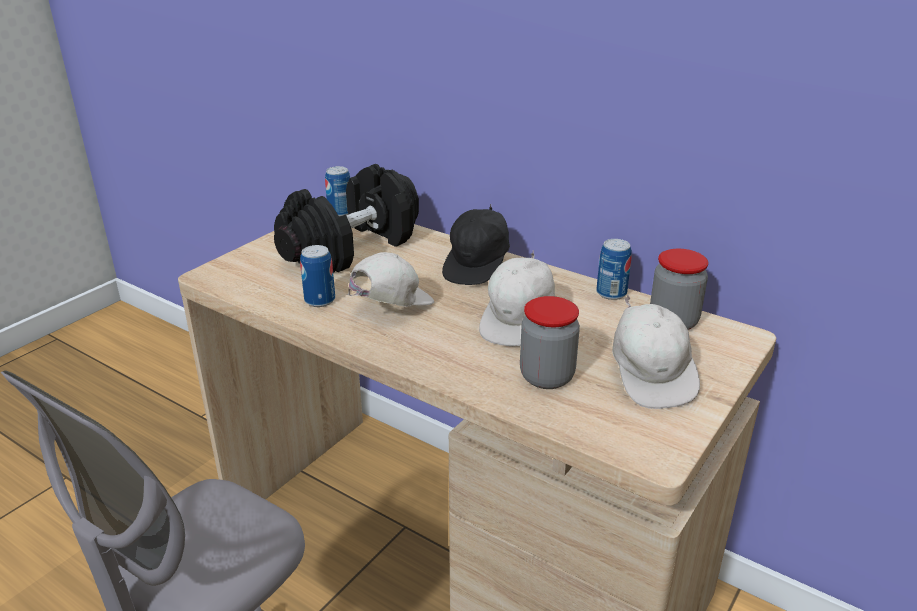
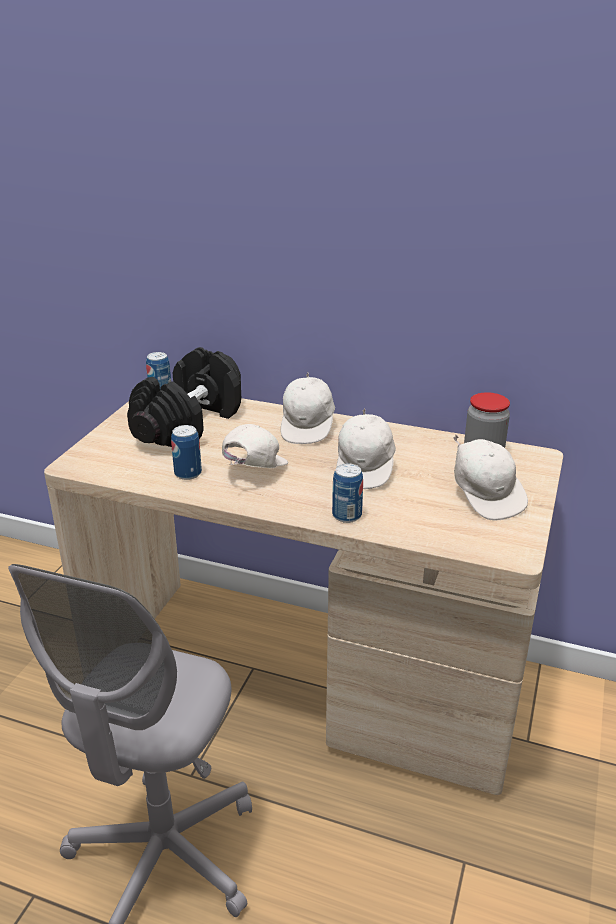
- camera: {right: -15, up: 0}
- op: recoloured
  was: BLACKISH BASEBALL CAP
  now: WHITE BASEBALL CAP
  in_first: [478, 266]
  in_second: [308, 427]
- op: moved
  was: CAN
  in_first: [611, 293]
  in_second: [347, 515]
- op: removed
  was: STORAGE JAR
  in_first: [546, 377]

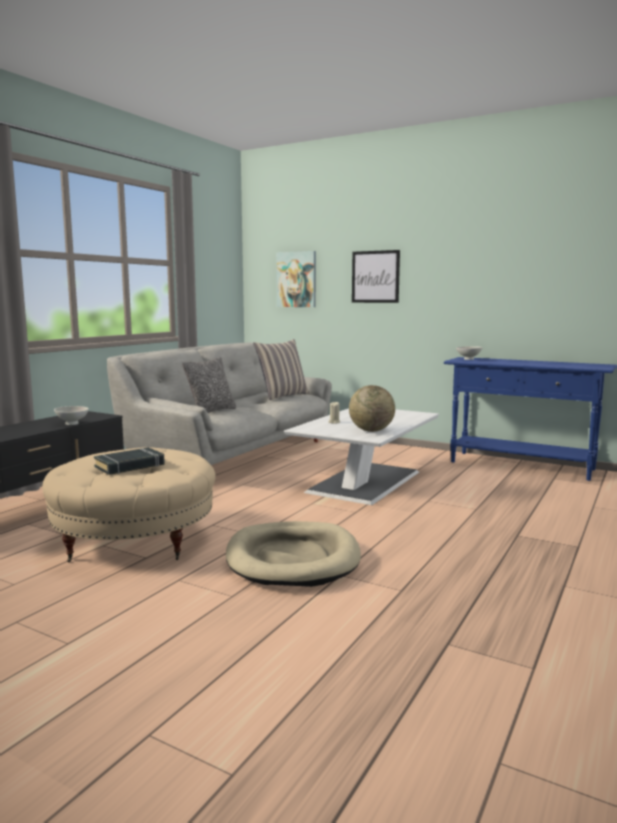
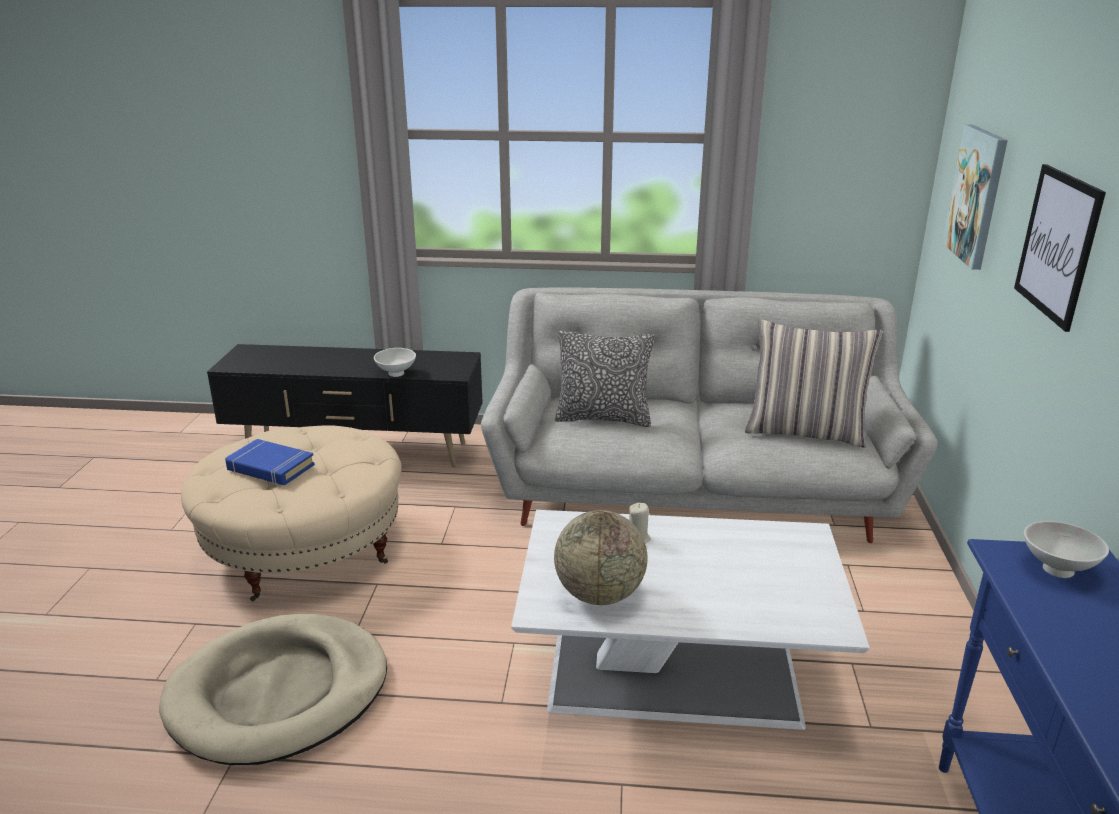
- camera: {right: 65, up: 15}
- op: recoloured
  was: BLACKISH BOOK
  now: BLUE-COLOURED BOOK
  in_first: [130, 466]
  in_second: [270, 468]

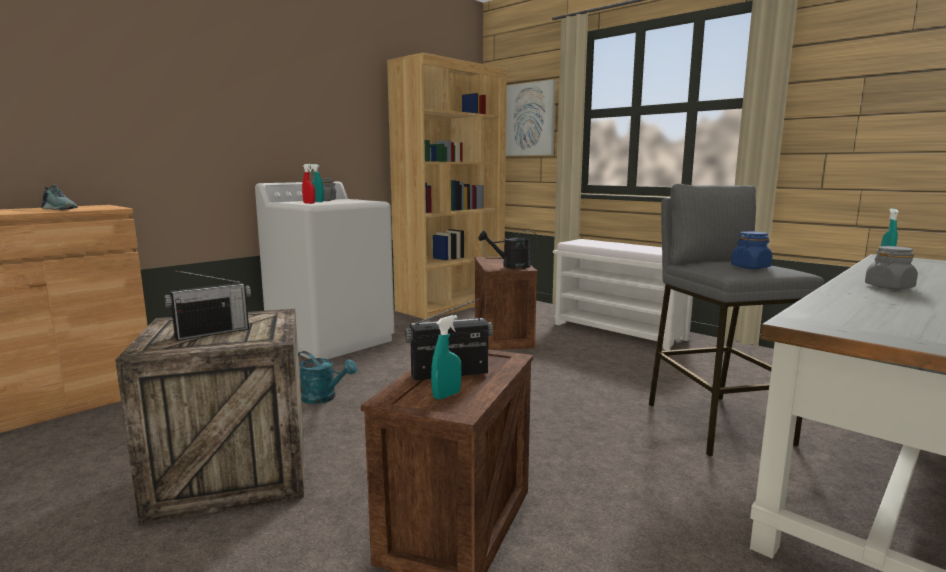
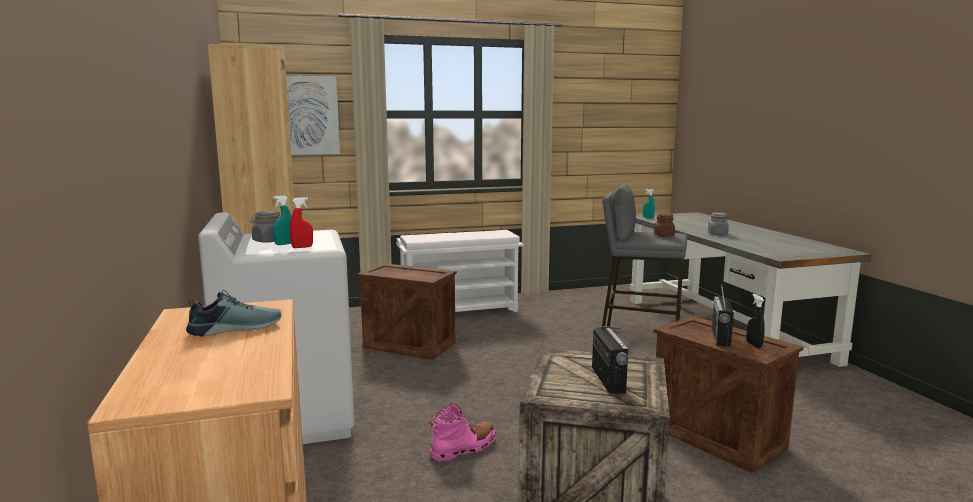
- camera: {right: -60, up: 0}
- op: replaced
  was: TURQUOISE WATERING CAN
  now: PINK TALL BOOT
  in_first: [324, 398]
  in_second: [464, 448]
- op: recoloured
  was: BLUE-COLOURED STORAGE JAR
  now: BROWN-COLOURED STORAGE JAR
  in_first: [750, 267]
  in_second: [663, 235]
- op: recoloured
  was: TURQUOISE SPRAY BOTTLE
  now: BLACKISH SPRAY BOTTLE
  in_first: [446, 395]
  in_second: [754, 345]
- op: removed
  was: BLACKISH WATERING CAN
  in_first: [511, 266]

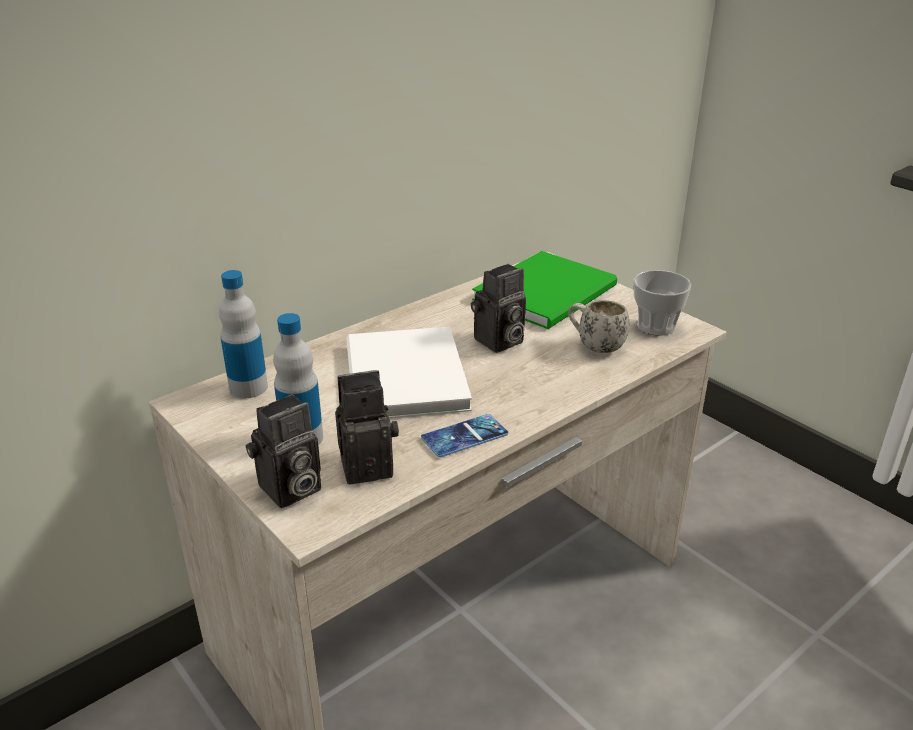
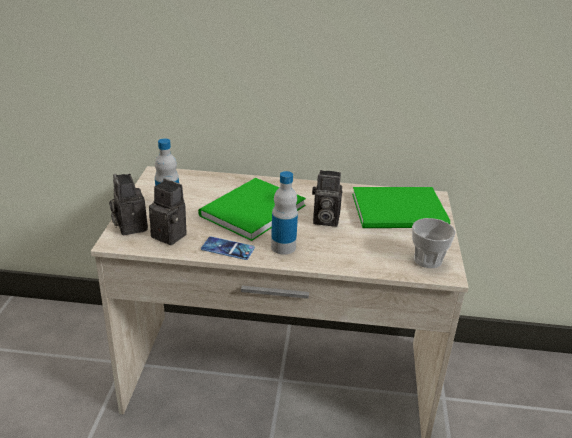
- camera: {right: 45, up: 0}
- op: turned
  was: STILL CAMERA
  in_first: [289, 491]
  in_second: [129, 226]
  clockwise: 60
- op: recoloured
  was: WHITE BOOK
  now: GREENISH BOOK
  in_first: [402, 379]
  in_second: [249, 211]
- op: moved
  was: BOTTLE
  in_first: [248, 387]
  in_second: [283, 247]
- op: removed
  was: WHITE MUG
  in_first: [594, 346]

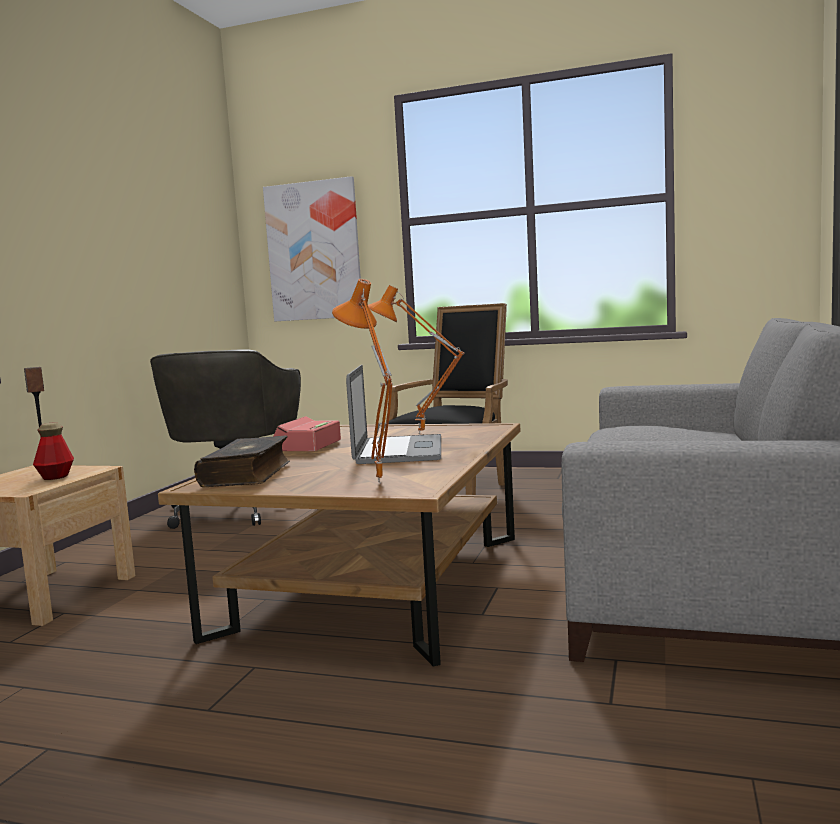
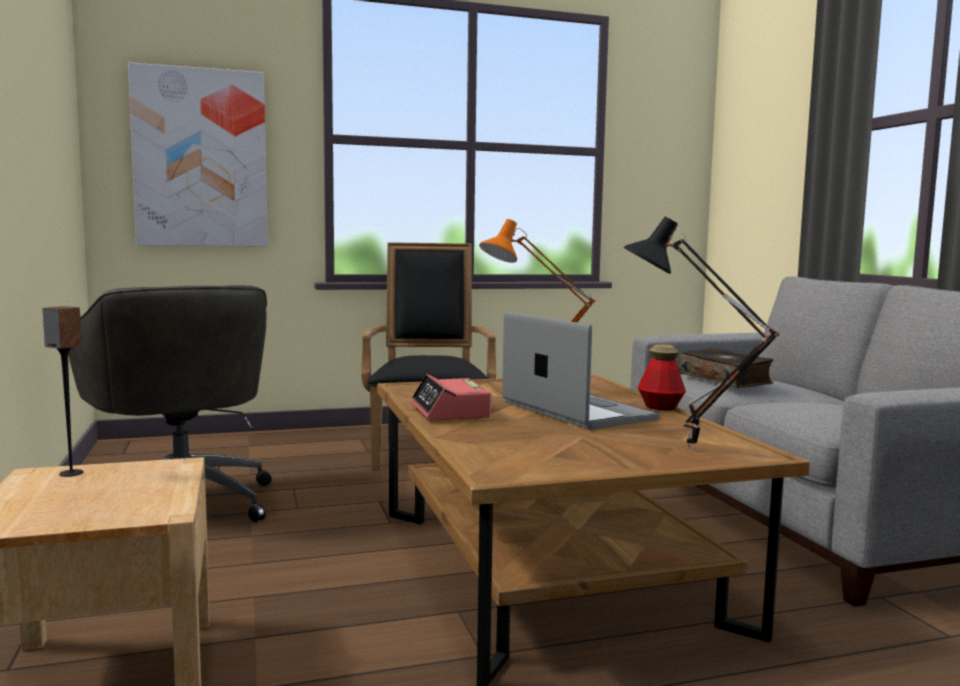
- camera: {right: -35, up: 0}
- op: recoloured
  was: ORANGEY TABLETOP LAMP
  now: BLACKISH TABLETOP LAMP
  in_first: [375, 483]
  in_second: [688, 450]
- op: moved
  was: BOTTLE
  in_first: [55, 477]
  in_second: [660, 407]
- op: moved
  was: BOOK
  in_first: [248, 474]
  in_second: [725, 379]

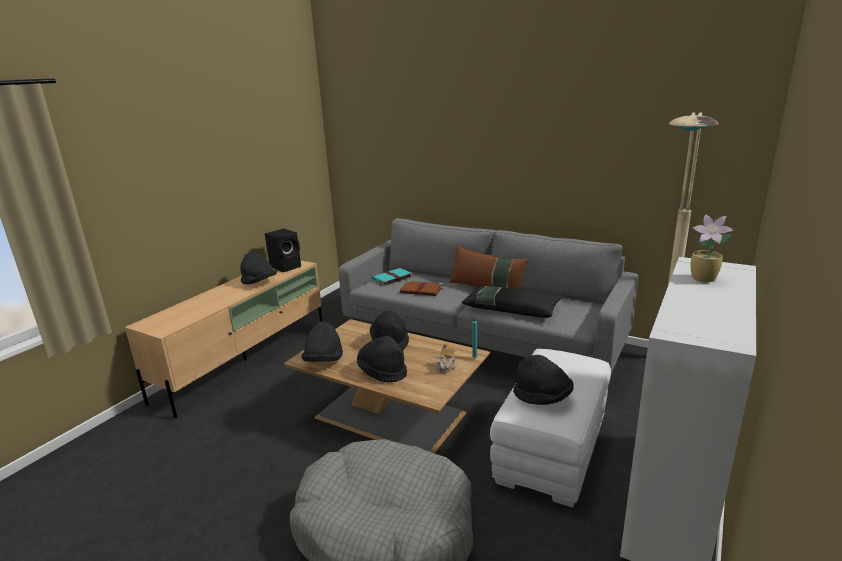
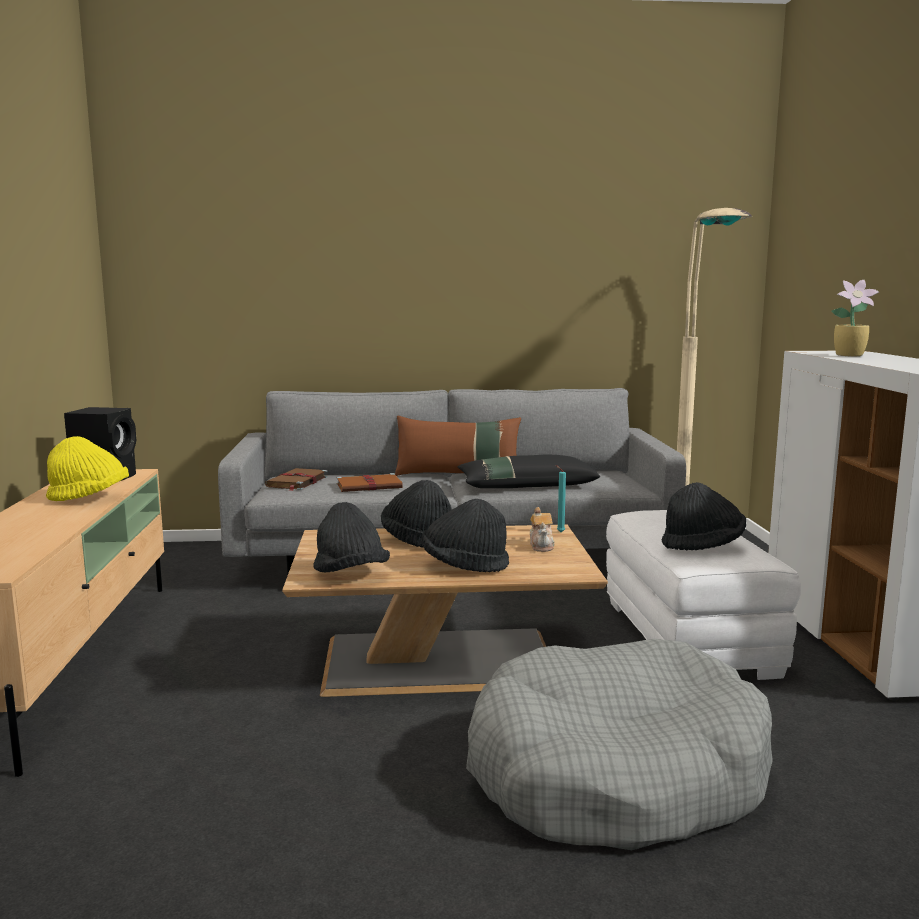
- camera: {right: -35, up: -10}
- op: recoloured
  was: BLACKISH WEARABLE HAT
  now: YELLOW WEARABLE HAT
  in_first: [259, 283]
  in_second: [89, 498]
- op: recoloured
  was: TURQUOISE BOOK
  now: BROWN-COLOURED BOOK
  in_first: [391, 278]
  in_second: [296, 482]

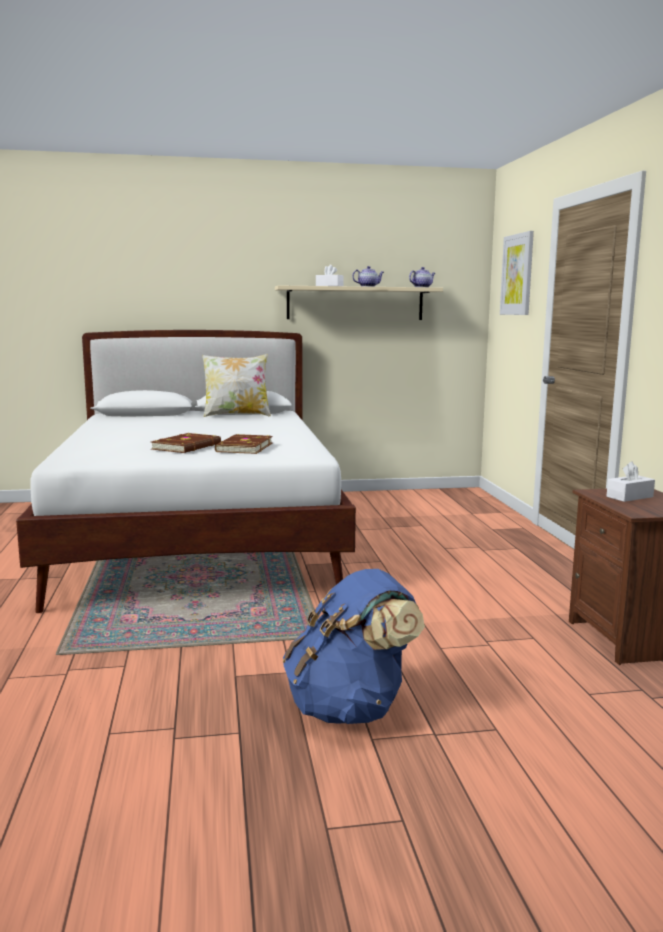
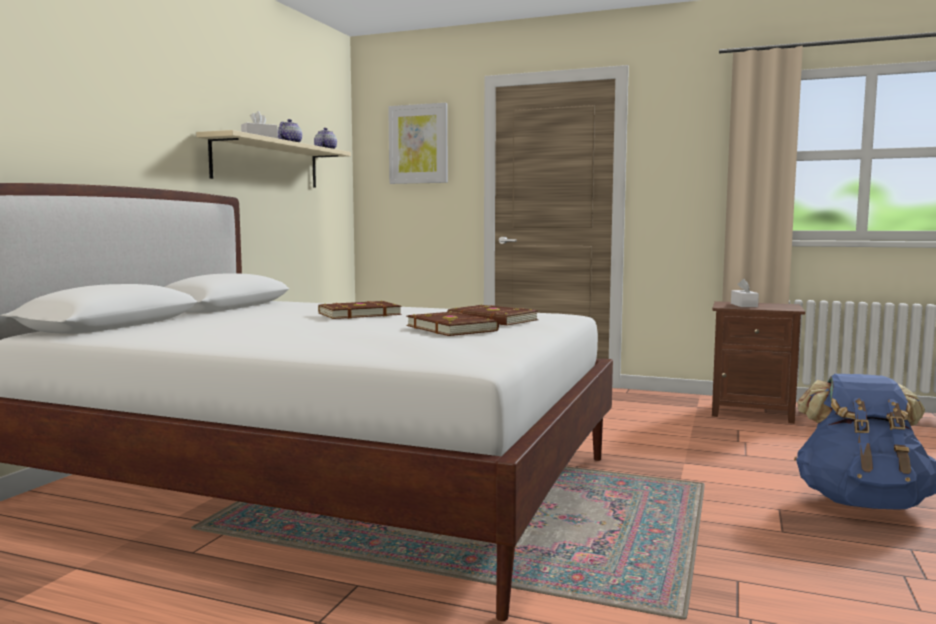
- camera: {right: -60, up: -5}
- op: added
  now: BROWN-COLOURED BOOK
  in_second: [358, 314]
- op: removed
  was: THROW PILLOW
  in_first: [236, 415]

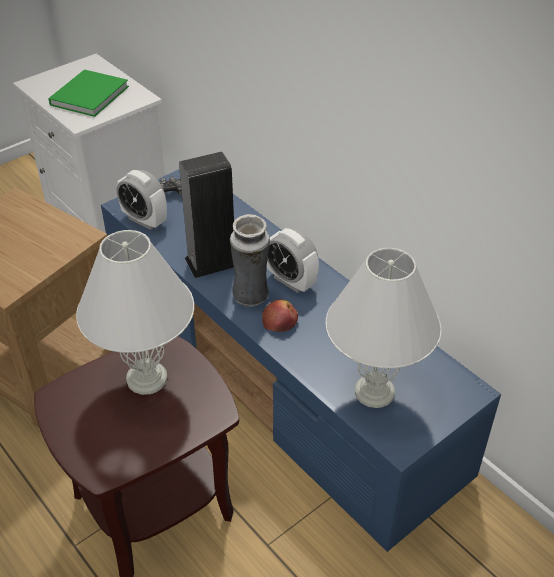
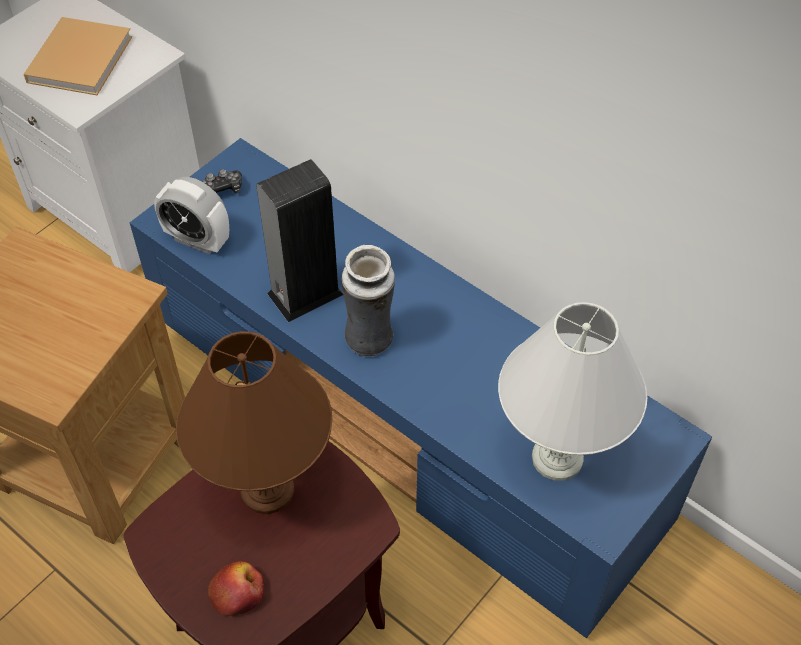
- camera: {right: -10, up: 10}
- op: recoloured
  was: GREENISH BOOK
  now: BEIGE-COLOURED BOOK
  in_first: [91, 94]
  in_second: [81, 57]
- op: recoloured
  was: WHITE TABLETOP LAMP
  now: BROWN-COLOURED TABLETOP LAMP
  in_first: [146, 378]
  in_second: [266, 490]
- op: moved
  was: APPLE FRUIT
  in_first: [280, 321]
  in_second: [238, 593]
- op: removed
  was: TABLE CLOCK
  in_first: [291, 281]

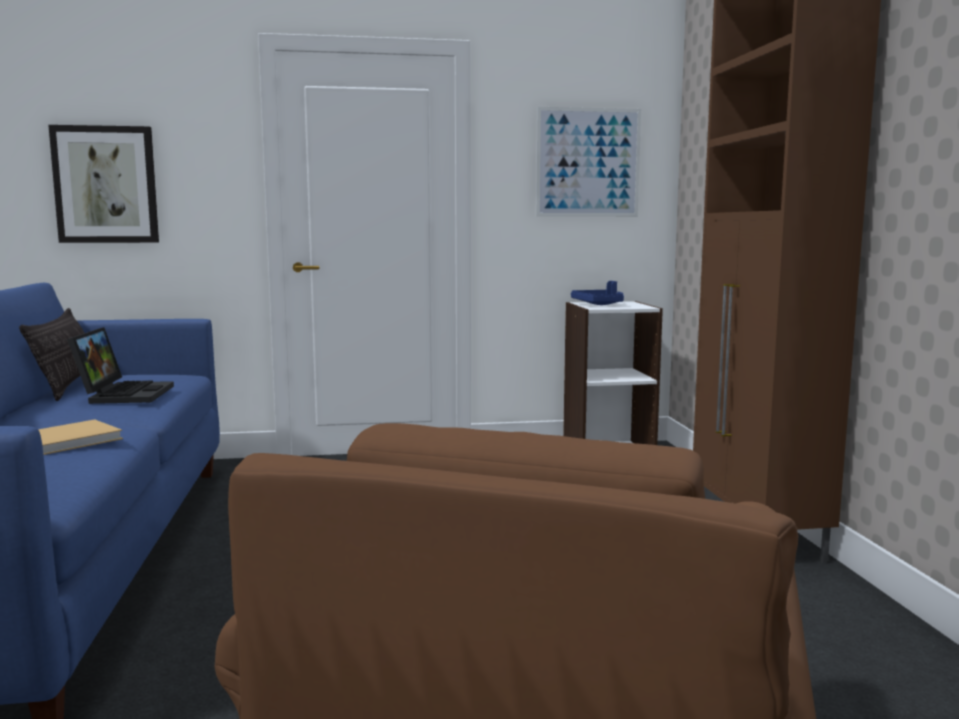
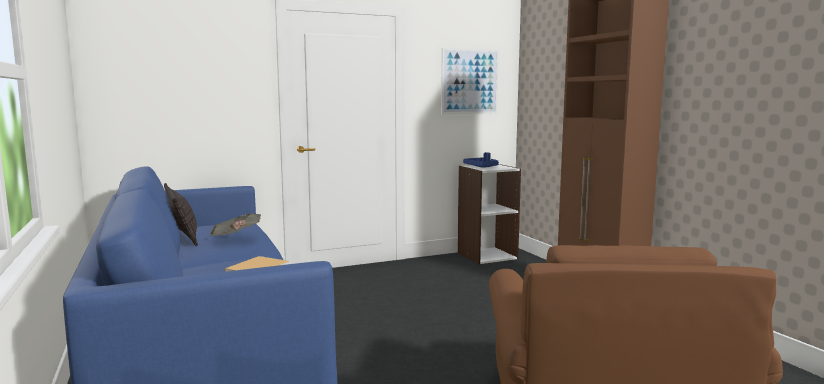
- camera: {right: -15, up: 0}
- op: replaced
  was: PORTABLE COMPUTER
  now: DAILY PAPER
  in_first: [124, 394]
  in_second: [236, 239]
- op: removed
  was: PICTURE
  in_first: [106, 185]

